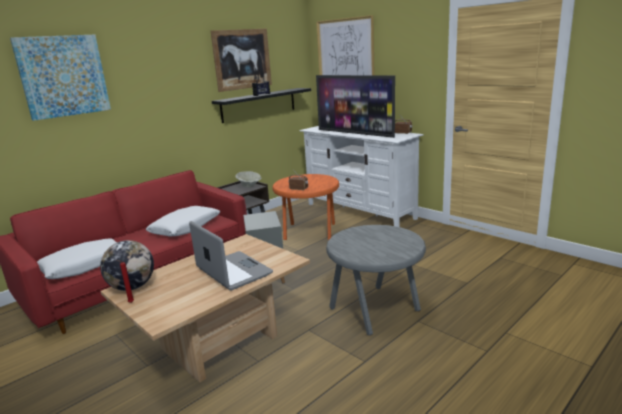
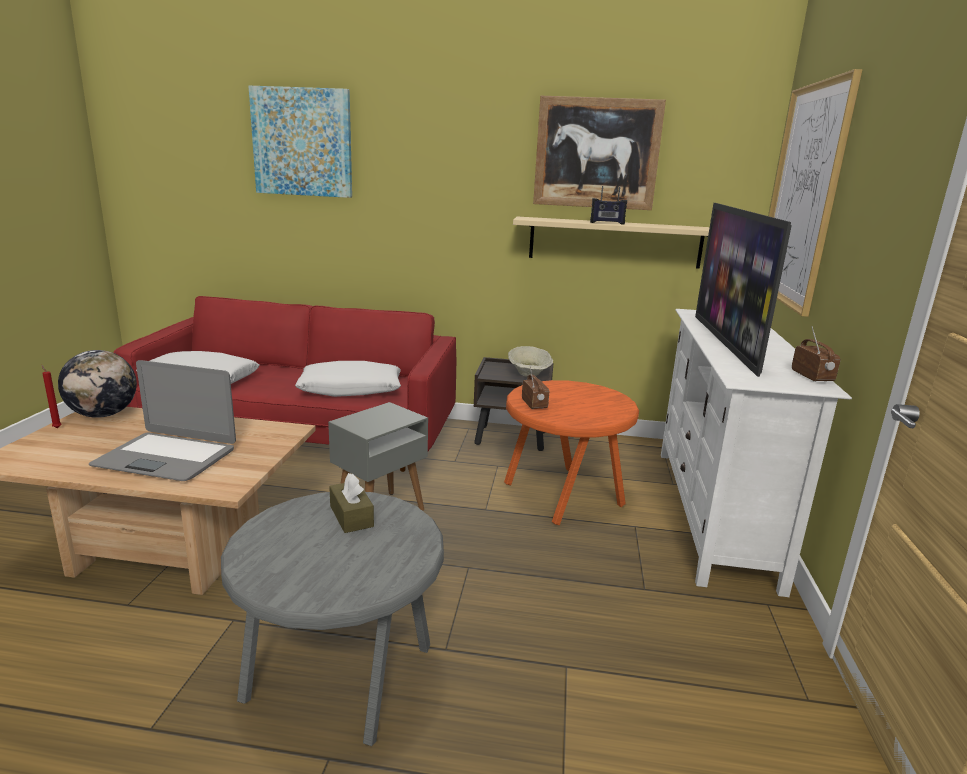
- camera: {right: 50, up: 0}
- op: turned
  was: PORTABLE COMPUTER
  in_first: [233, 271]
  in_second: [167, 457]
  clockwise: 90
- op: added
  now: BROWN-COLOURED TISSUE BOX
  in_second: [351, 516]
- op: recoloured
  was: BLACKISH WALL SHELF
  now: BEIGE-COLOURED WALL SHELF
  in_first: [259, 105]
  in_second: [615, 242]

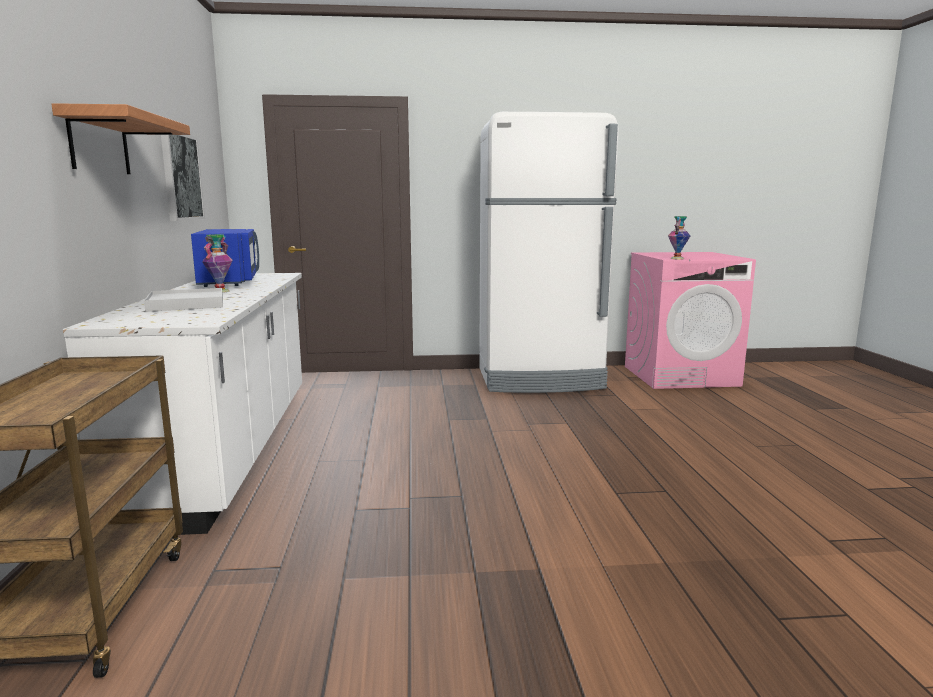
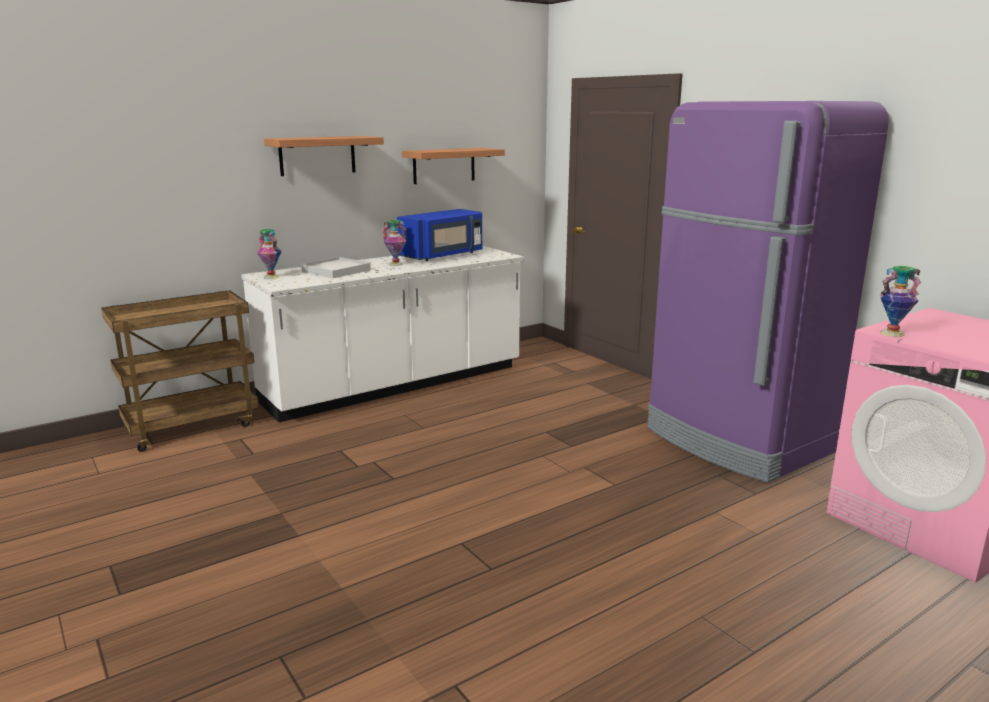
- camera: {right: 60, up: 5}
- op: added
  now: VASE
  in_second: [272, 277]
- op: replaced
  was: PICTURE
  now: WALL SHELF
  in_first: [181, 177]
  in_second: [444, 165]
- op: recoloured
  was: WHITE FRIDGE
  now: PURPLISH FRIDGE
  in_first: [540, 379]
  in_second: [736, 441]

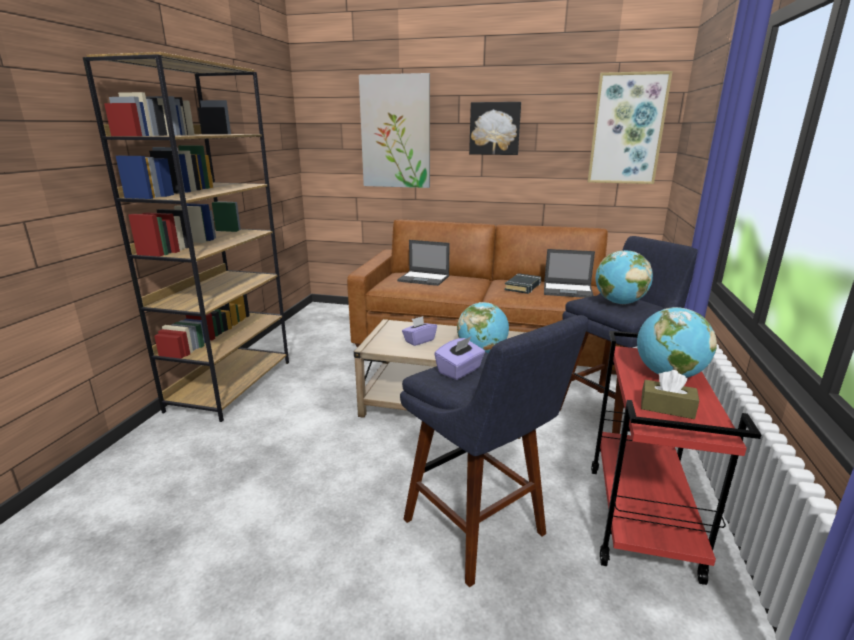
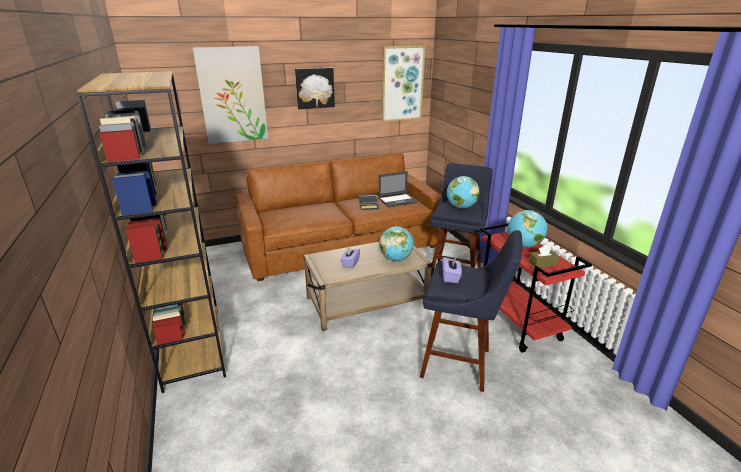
- camera: {right: -35, up: 5}
- op: removed
  was: PORTABLE COMPUTER
  in_first: [424, 278]

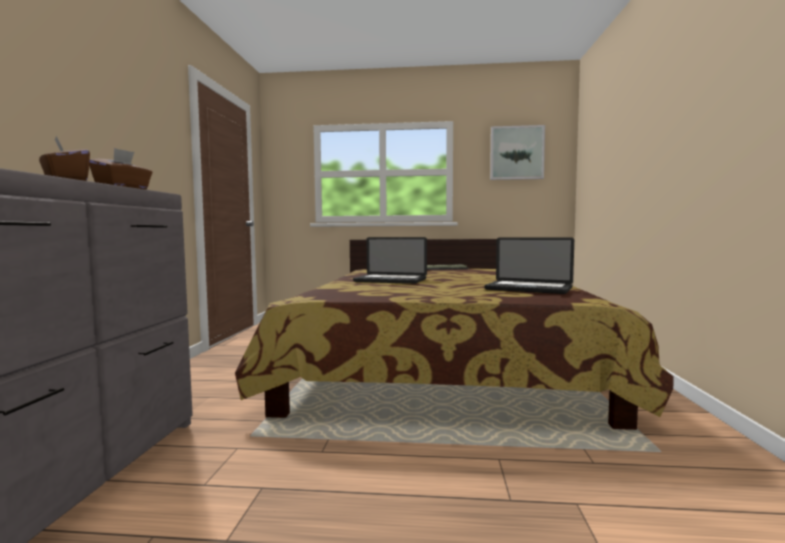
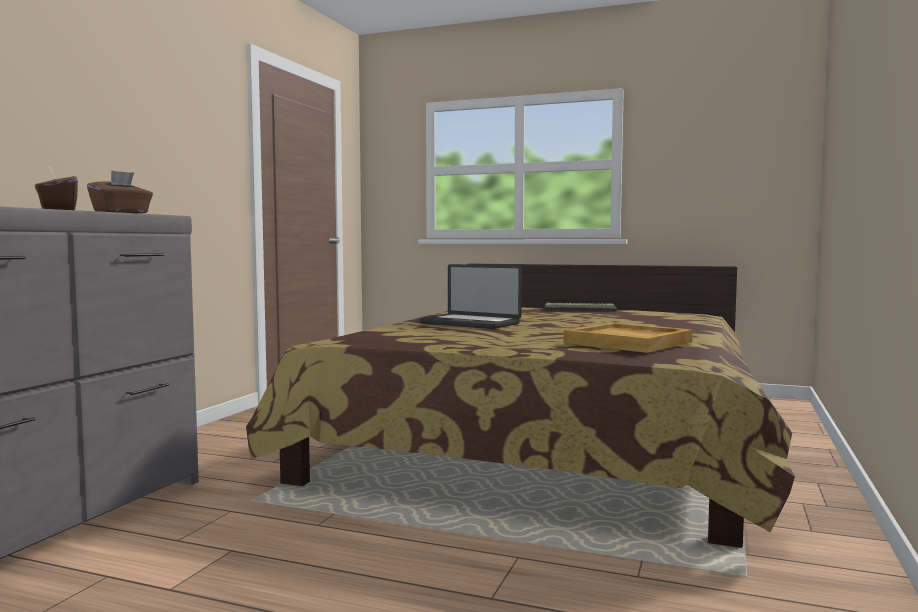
- camera: {right: 15, up: 0}
- op: replaced
  was: PORTABLE COMPUTER
  now: BEIGE-COLOURED CARRYING TRAY
  in_first: [528, 289]
  in_second: [629, 342]
- op: removed
  was: PICTURE
  in_first: [516, 153]

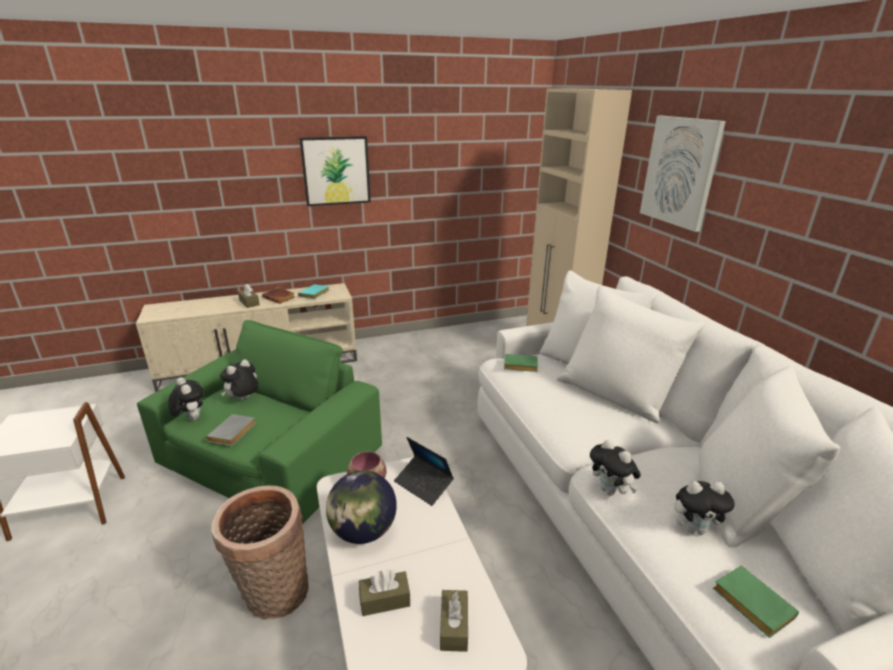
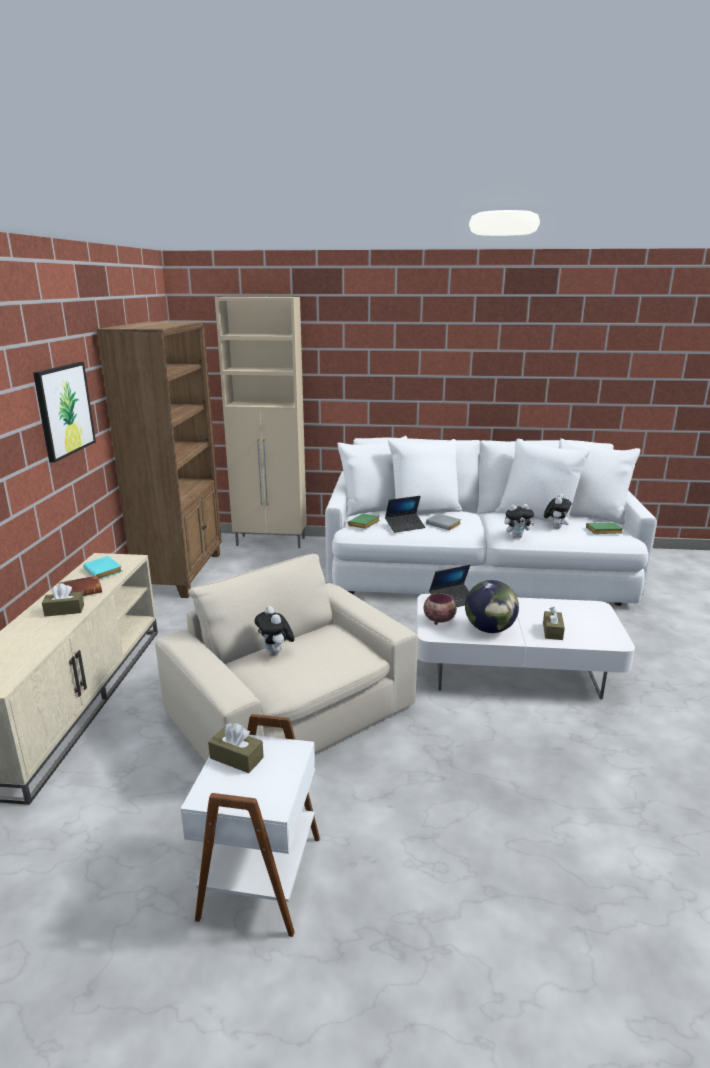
- camera: {right: -65, up: -5}
- op: added
  now: BROWN-COLOURED BOOKCASE
  in_second: [182, 573]
- op: recoloured
  was: GREENISH LOUNGE CHAIR
  now: BEIGE-COLOURED LOUNGE CHAIR
  in_first: [270, 457]
  in_second: [293, 710]
- op: moved
  was: BROWN-COLOURED TISSUE BOX
  in_first: [454, 626]
  in_second: [236, 758]
- op: added
  now: PORTABLE COMPUTER
  in_second: [405, 526]
- op: moved
  was: GRAY BOOK
  in_first: [232, 434]
  in_second: [444, 525]
- op: removed
  was: SOFT TOY
  in_first: [190, 418]
- op: removed
  was: STORAGE BASKET
  in_first: [273, 594]
- op: removed
  was: PICTURE
  in_first: [680, 172]

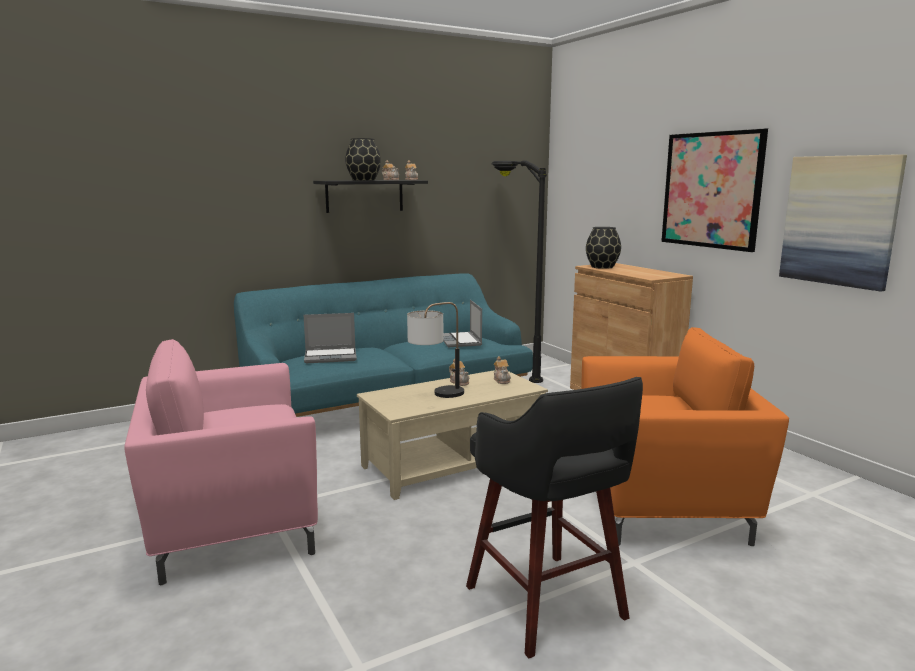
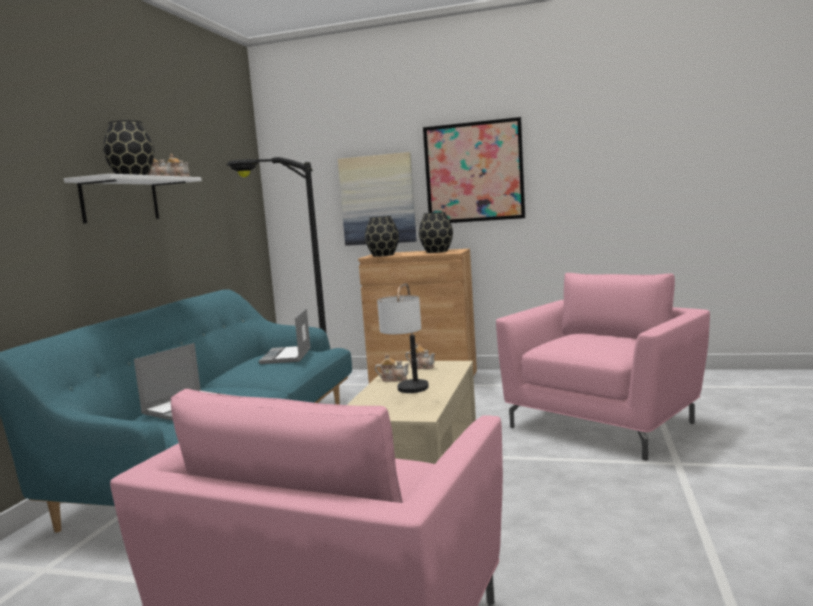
- camera: {right: -45, up: -5}
- op: recoloured
  was: BLACKISH WALL SHELF
  now: WHITE WALL SHELF
  in_first: [364, 196]
  in_second: [120, 200]
- op: turned
  was: PORTABLE COMPUTER
  in_first: [460, 341]
  in_second: [287, 356]
  clockwise: 60
- op: moved
  was: PICTURE
  in_first: [839, 220]
  in_second: [377, 200]
- op: added
  now: BLACKISH VASE
  in_second: [437, 251]
- op: recoloured
  was: ORANGEY LOUNGE CHAIR
  now: PINK LOUNGE CHAIR
  in_first: [663, 502]
  in_second: [603, 424]
- op: removed
  was: BLACKISH SITTING STOOL
  in_first: [547, 605]

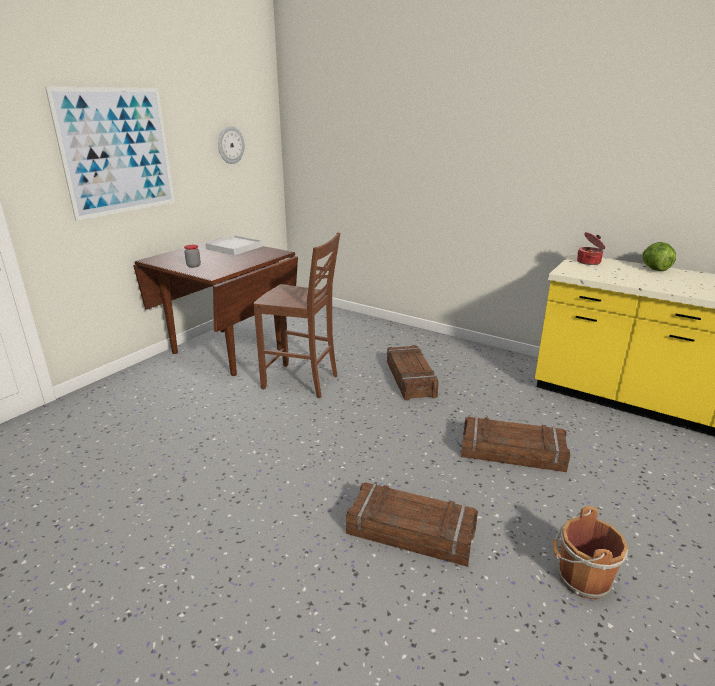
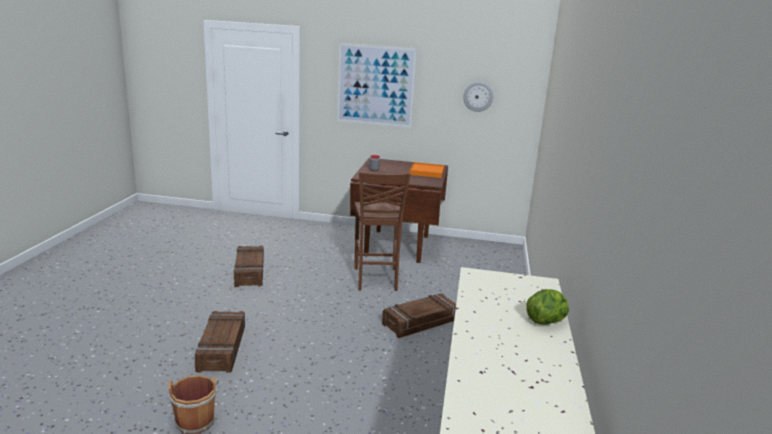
- camera: {right: 65, up: -5}
- op: moved
  was: PACKING CRATE
  in_first: [512, 452]
  in_second: [250, 272]
- op: recoloured
  was: WHITE CARRYING TRAY
  now: ORANGEY CARRYING TRAY
  in_first: [234, 248]
  in_second: [427, 172]
- op: removed
  was: STOCKPOT
  in_first: [589, 262]

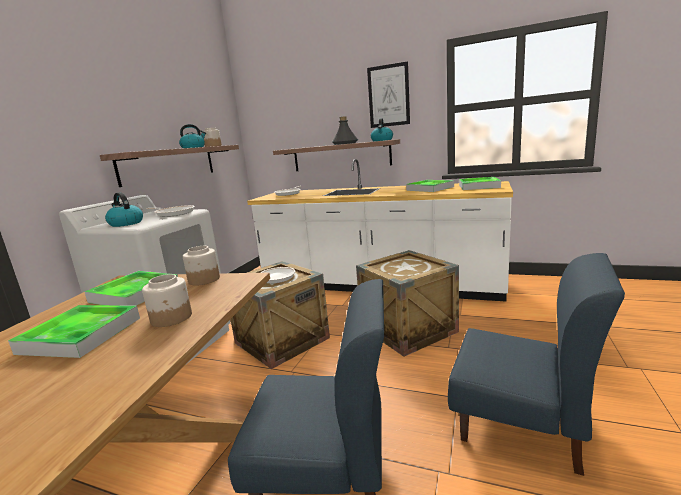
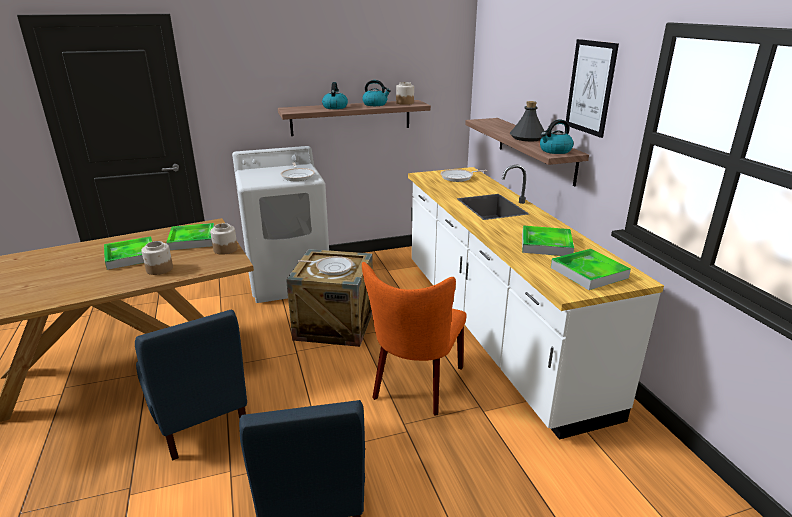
- camera: {right: 50, up: 10}
- op: moved
  was: WATER KETTLE
  in_first: [126, 223]
  in_second: [335, 107]
- op: replaced
  was: PACKING CRATE
  now: ORANGEY CHAIR
  in_first: [408, 329]
  in_second: [415, 386]

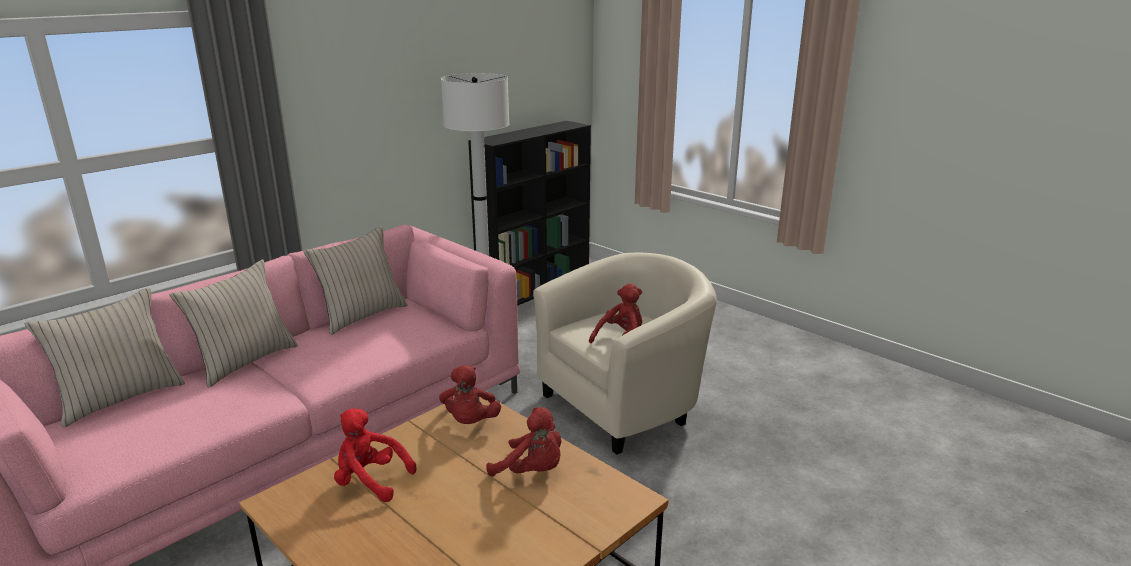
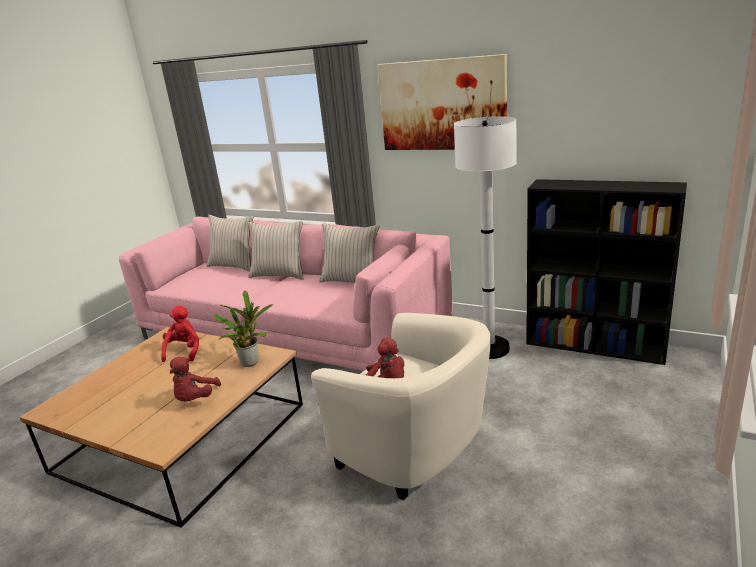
- camera: {right: 75, up: 0}
- op: replaced
  was: REDDISH SOFT TOY
  now: PLANT IN A POT
  in_first: [470, 422]
  in_second: [251, 361]
- op: added
  now: PICTURE
  in_second: [442, 105]

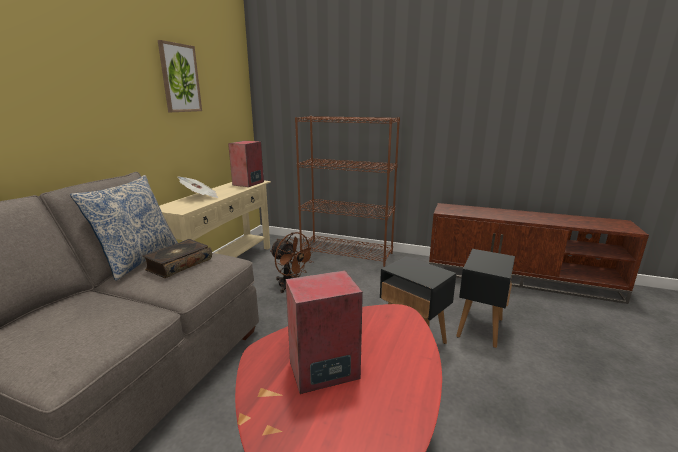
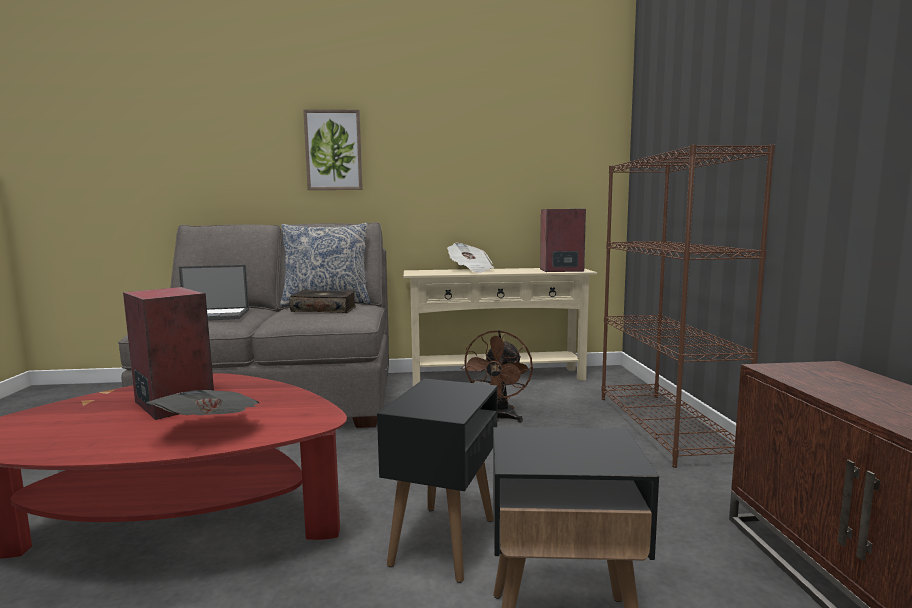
- camera: {right: 65, up: -10}
- op: added
  now: DAILY PAPER
  in_second: [211, 430]
- op: added
  now: PORTABLE COMPUTER
  in_second: [211, 315]
- op: moved
  was: PICTURE
  in_first: [180, 78]
  in_second: [333, 150]

